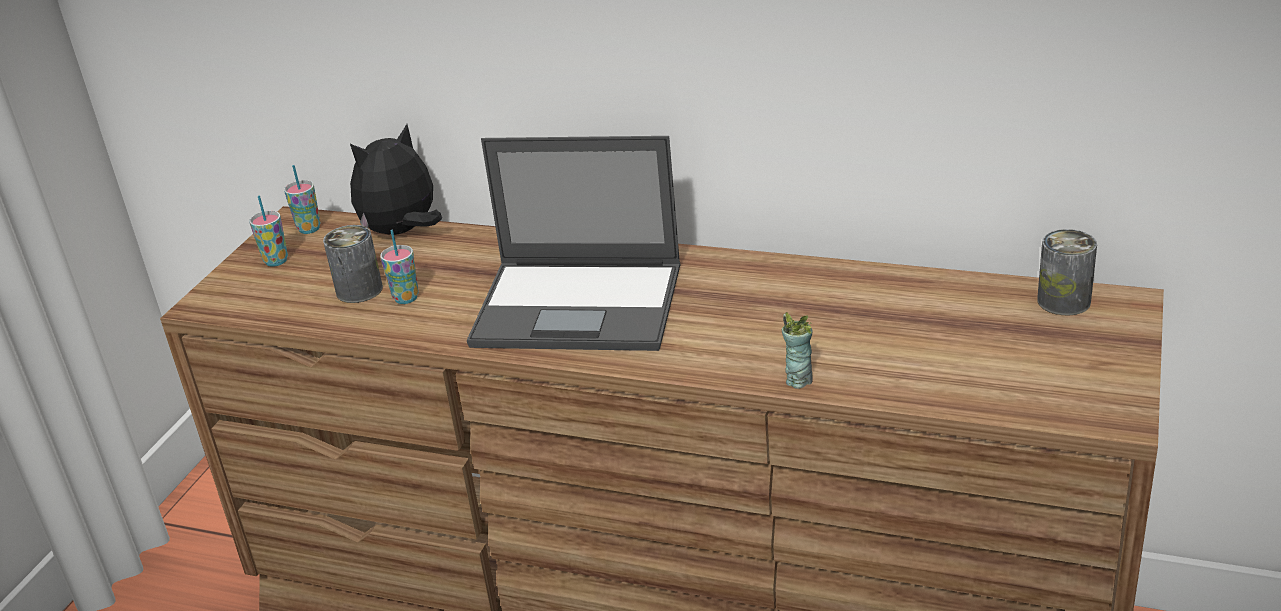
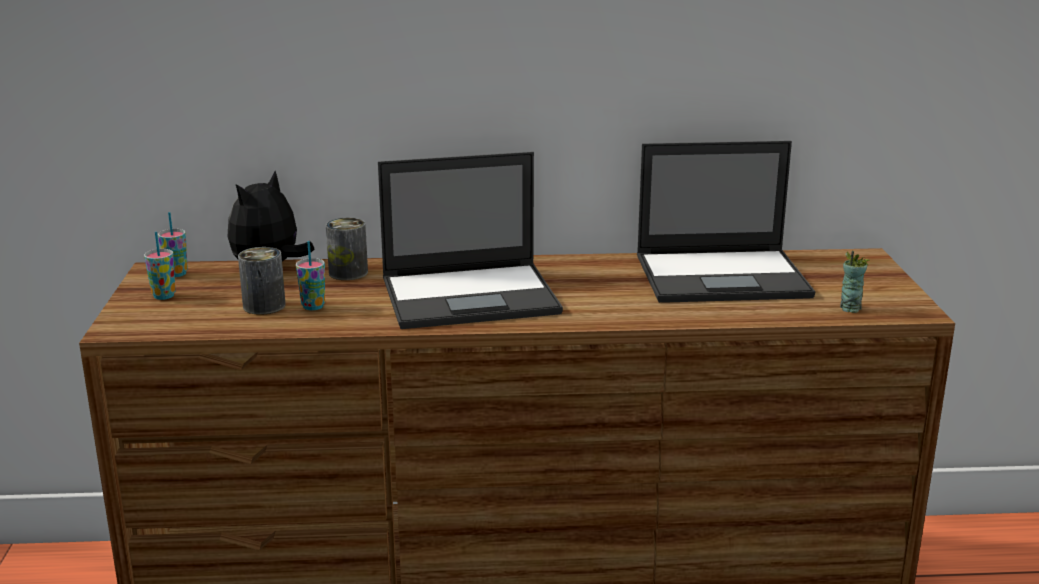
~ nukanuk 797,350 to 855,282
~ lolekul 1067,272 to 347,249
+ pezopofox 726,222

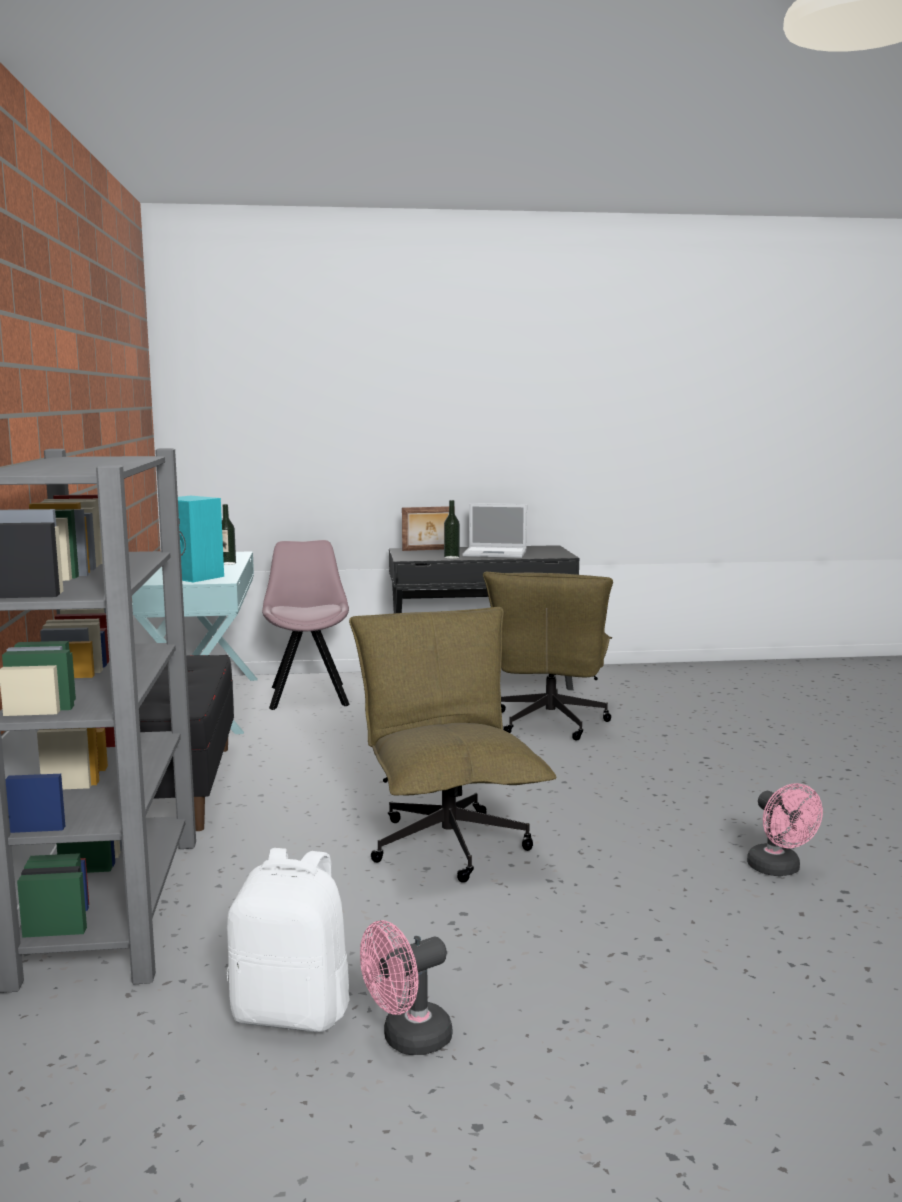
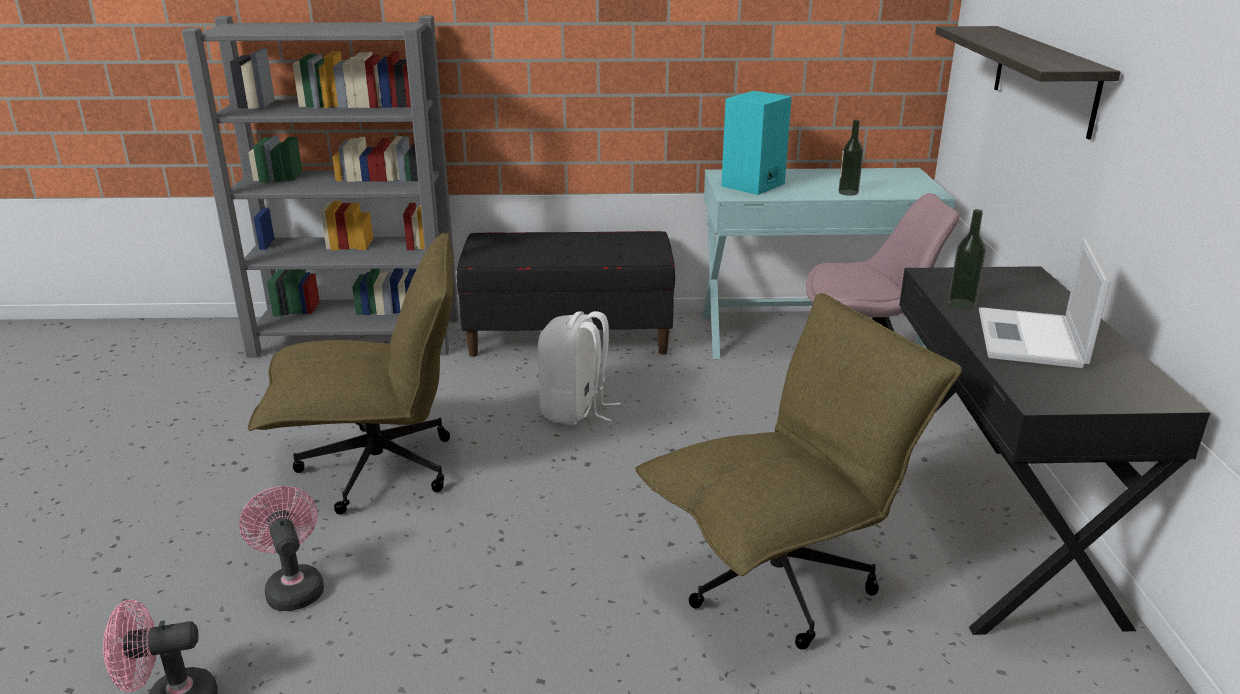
~ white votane 288,940 to 579,368
~ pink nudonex 406,987 to 281,548
- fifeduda 428,528
~ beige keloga 548,656 = 798,471 135 degrees clockwise
+ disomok 1027,82

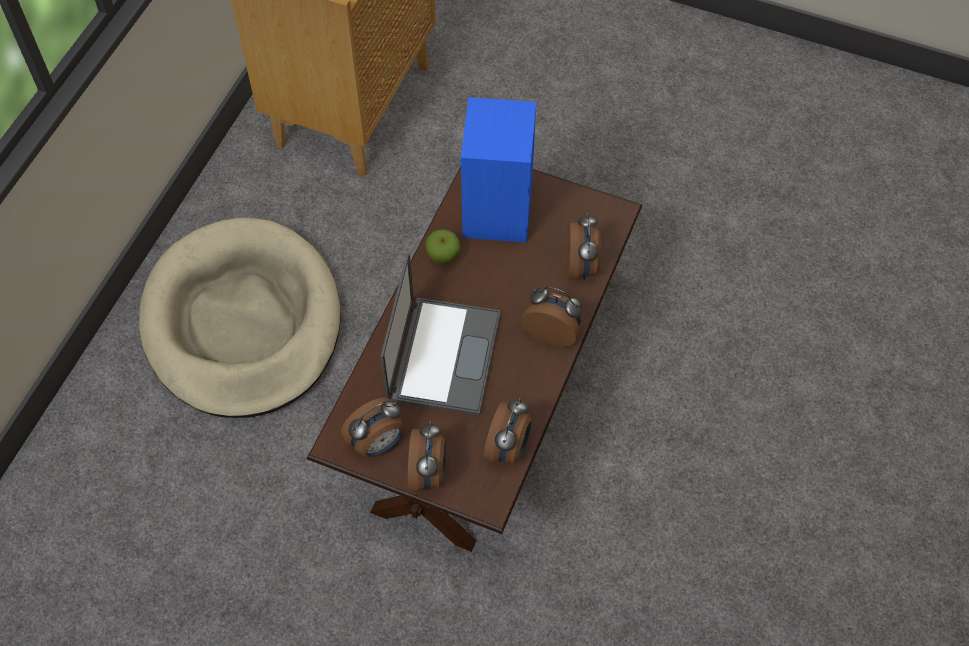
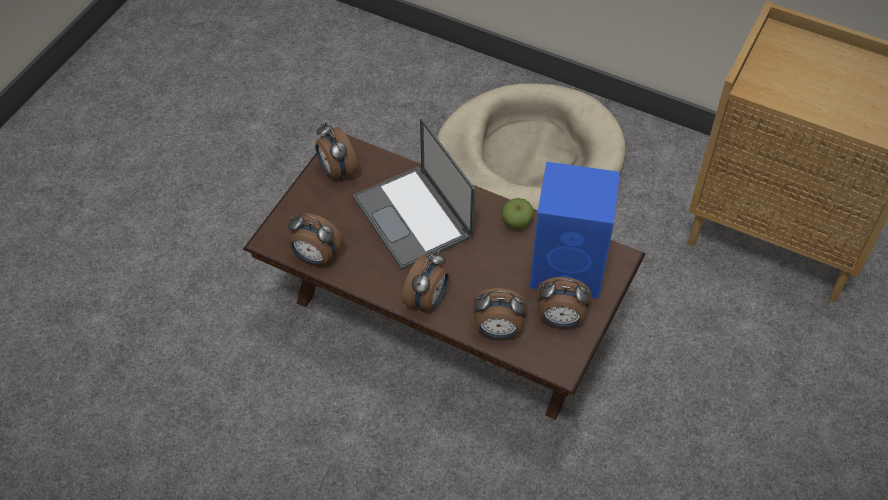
~ pezopofox 440,334 = 414,194 45 degrees clockwise
~ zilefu 427,456 to 563,302

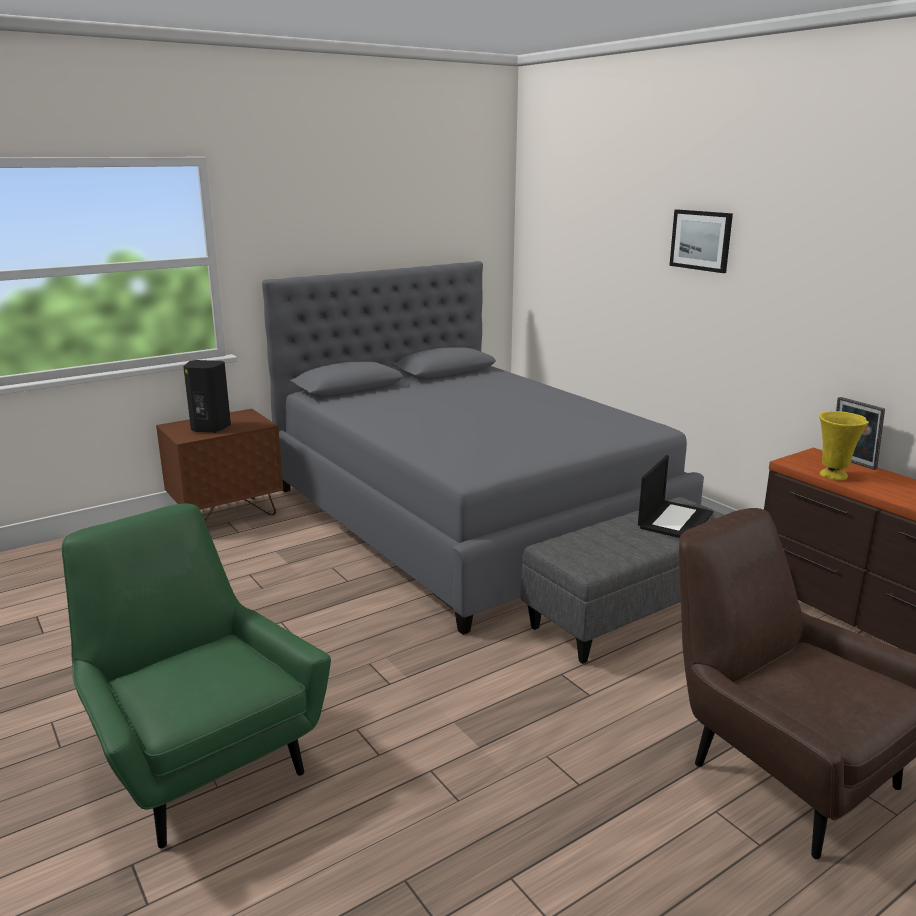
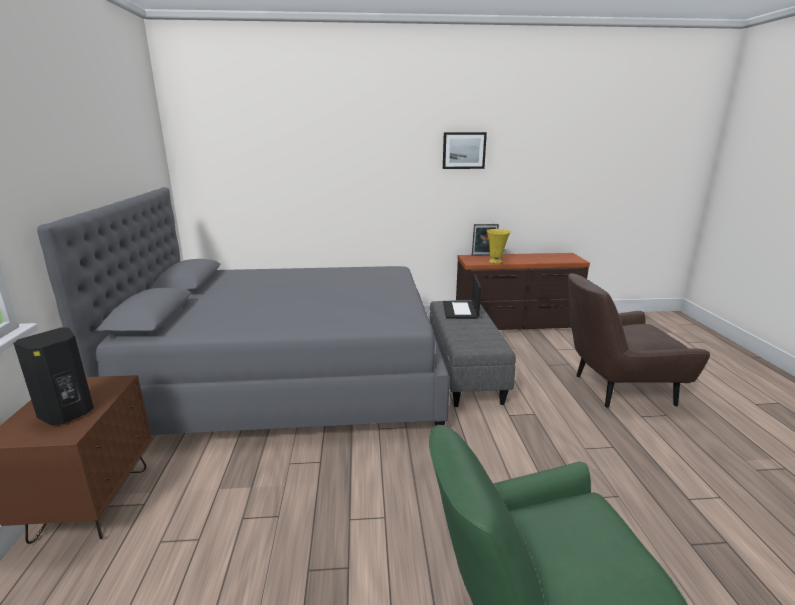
~ pezopofox 675,496 = 462,296 150 degrees counterclockwise
~ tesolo 701,241 to 465,150

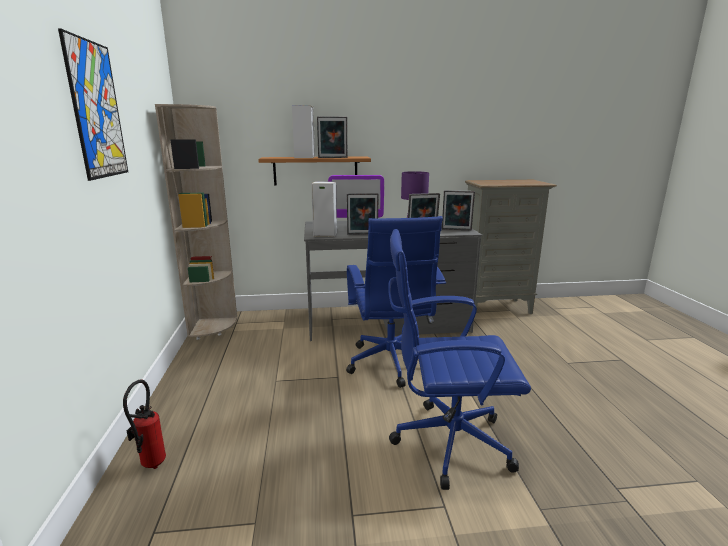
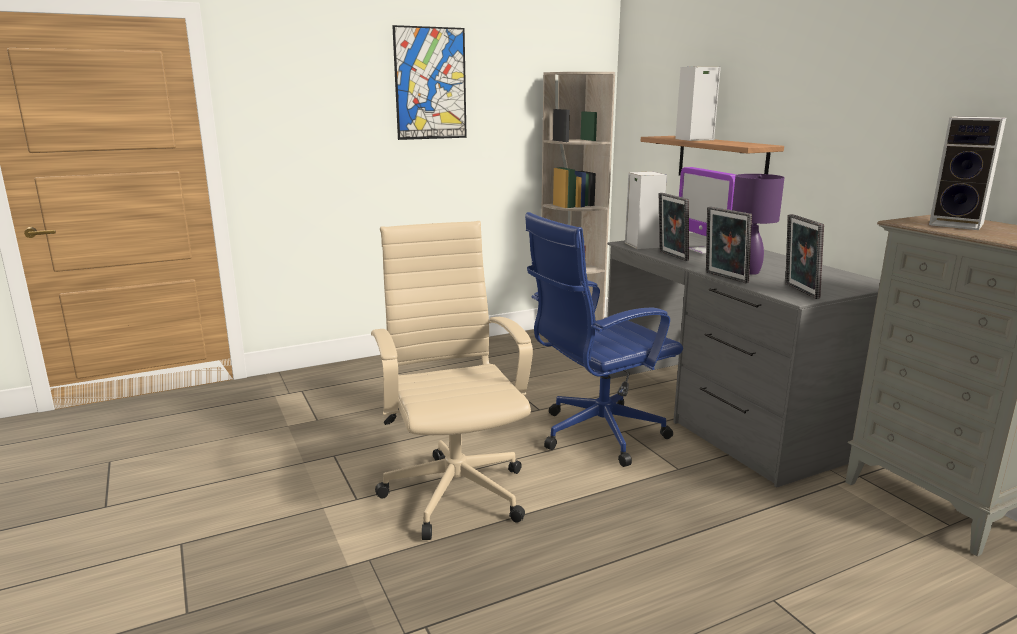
- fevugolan 144,424
- fifeduda 332,137
~ blue keloga 459,359 to beige keloga 452,380
+ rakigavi 968,173

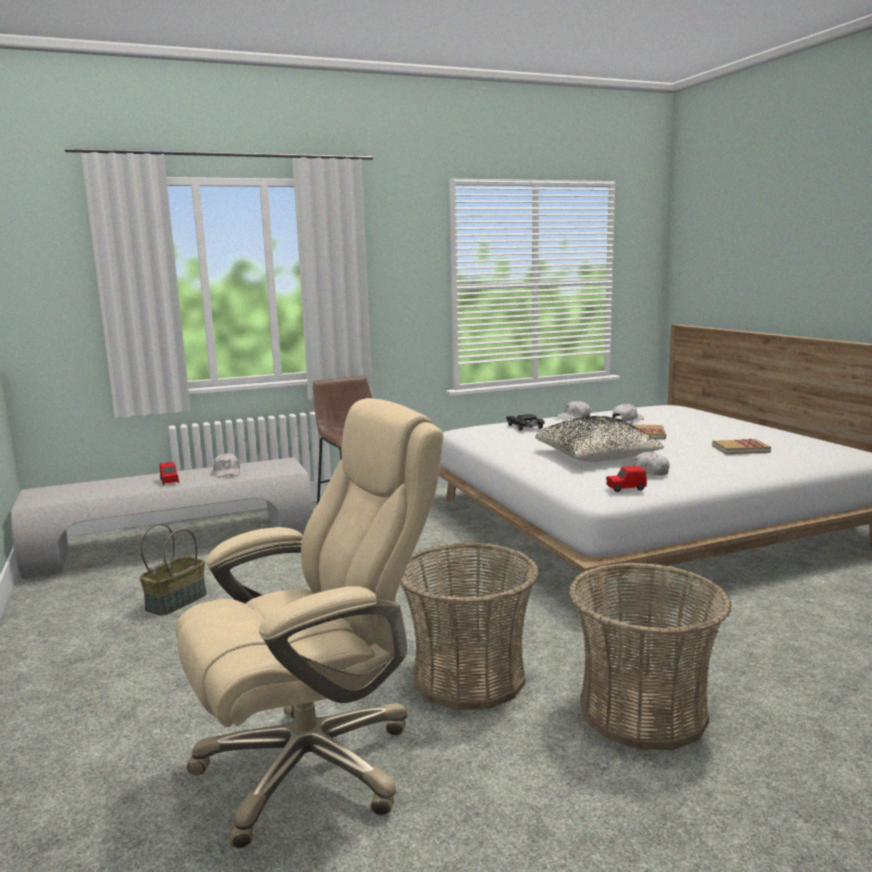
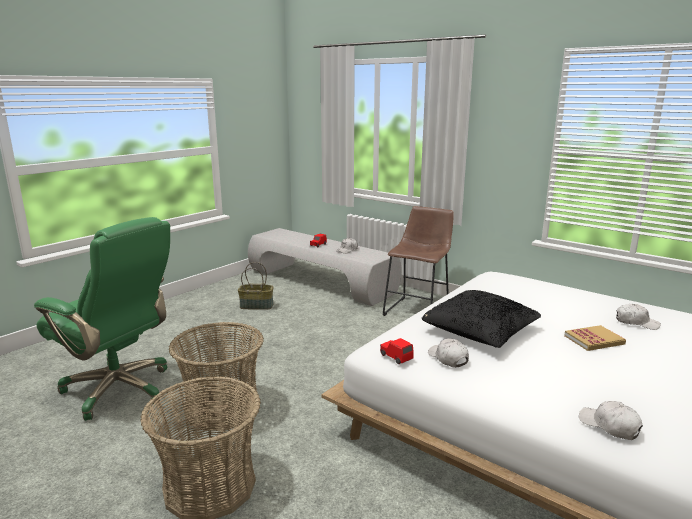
~ beige keloga 309,623 to green keloga 102,319
- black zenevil 525,422
~ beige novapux 599,439 to black novapux 482,319
~ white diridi 573,410 to 611,420
- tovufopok 741,446

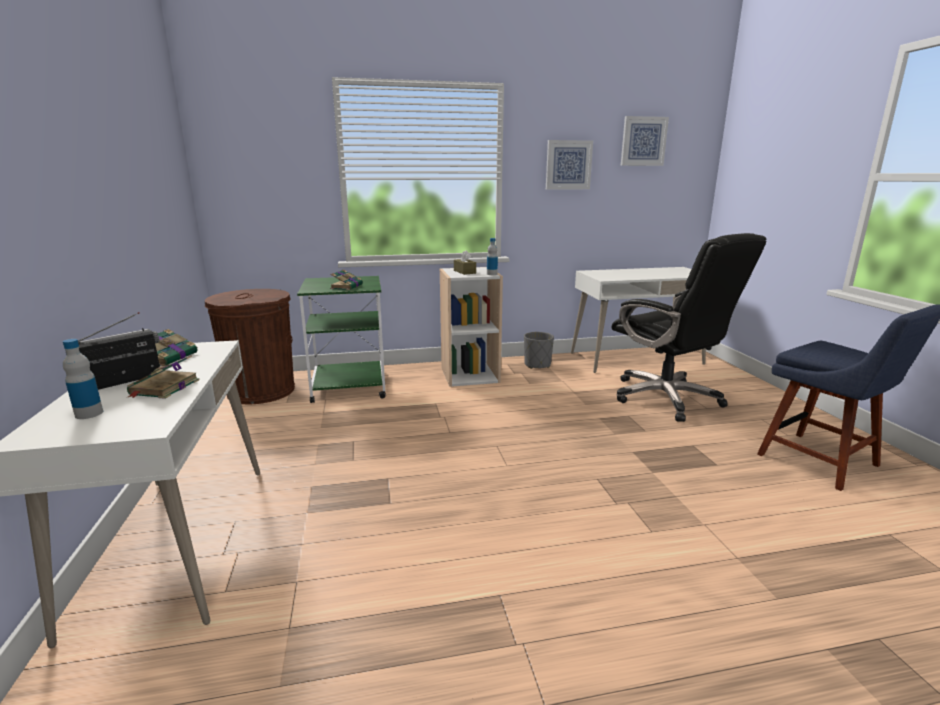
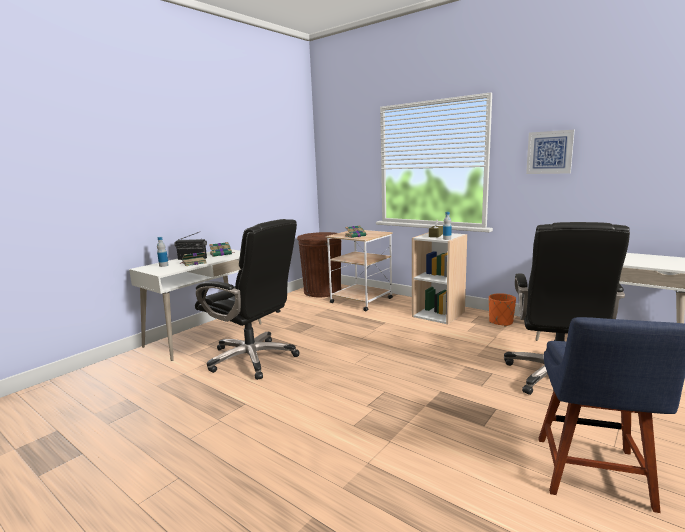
~ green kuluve 341,339 to beige kuluve 359,270
~ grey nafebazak 539,350 to orange nafebazak 502,309
- tesolo 645,141
+ black keloga 247,299

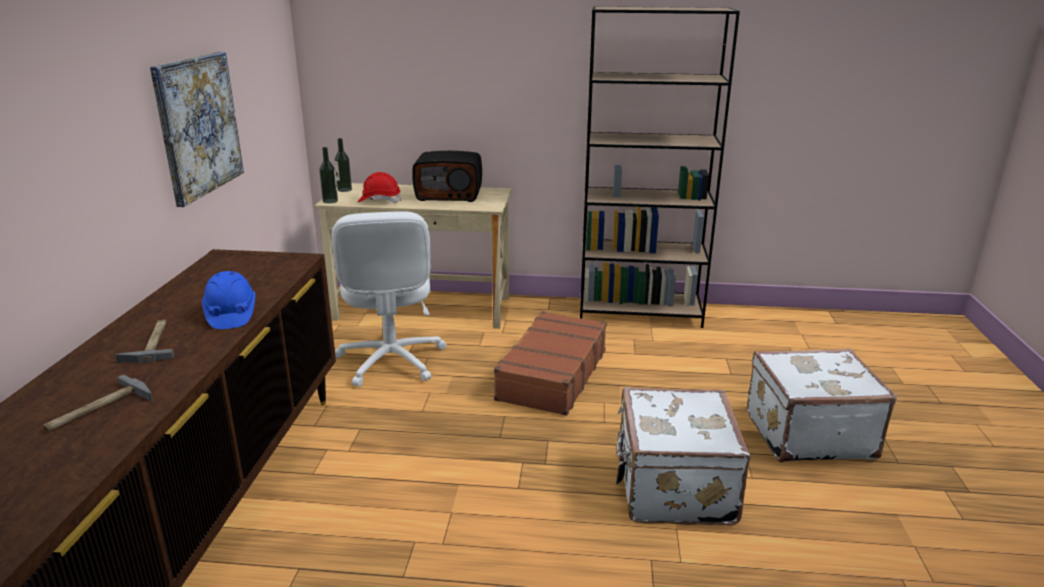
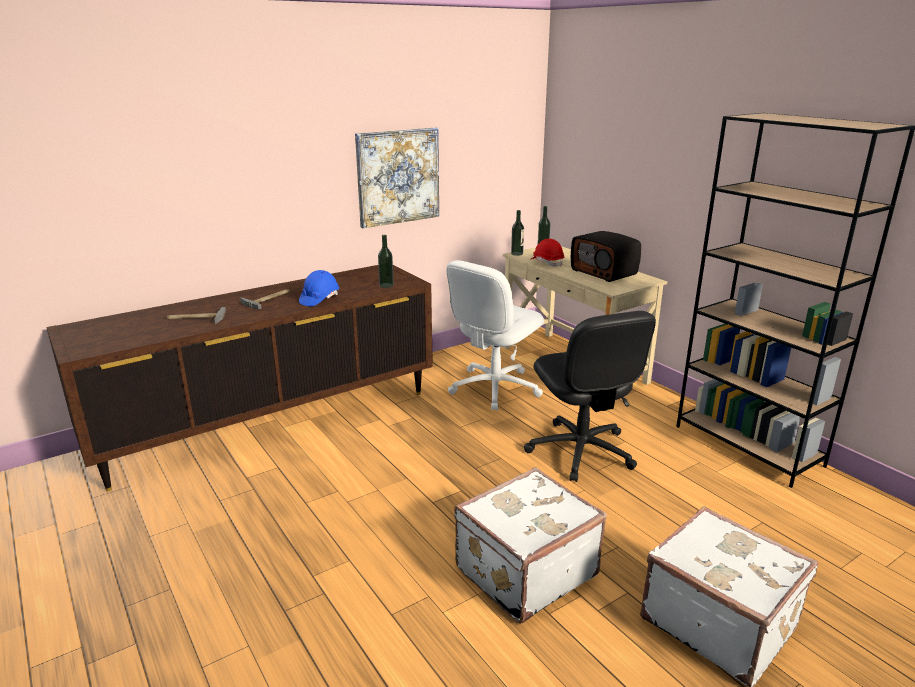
~ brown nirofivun 550,363 to black keloga 590,396
+ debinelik 386,261

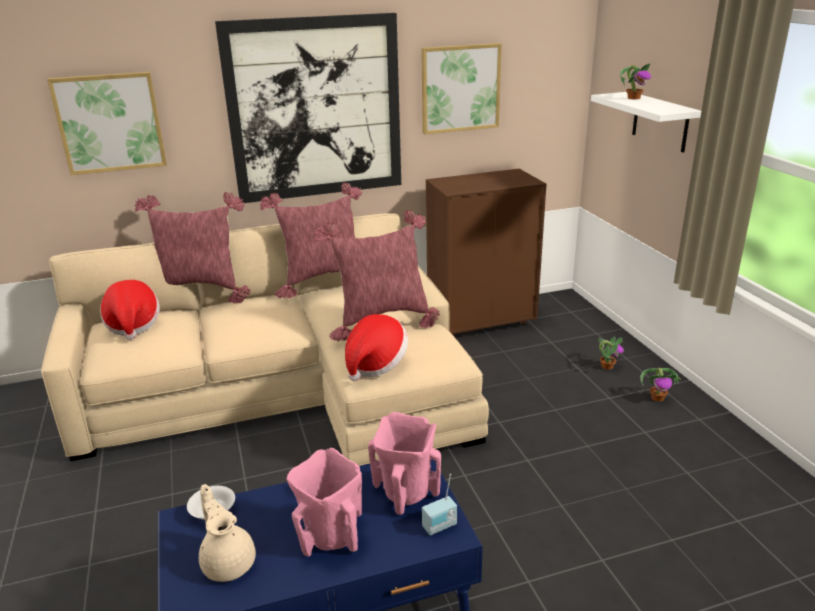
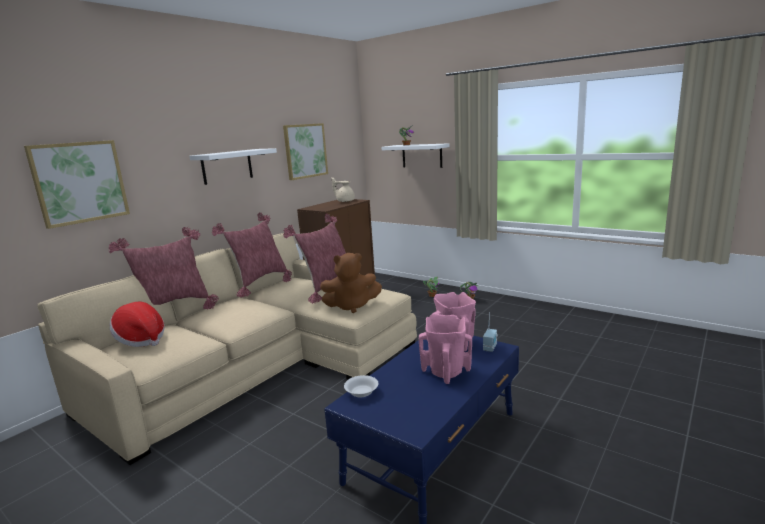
~ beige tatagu 227,533 to 343,190
~ tesolo 308,108 to white disomok 233,166
~ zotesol 376,347 to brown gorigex 351,283

